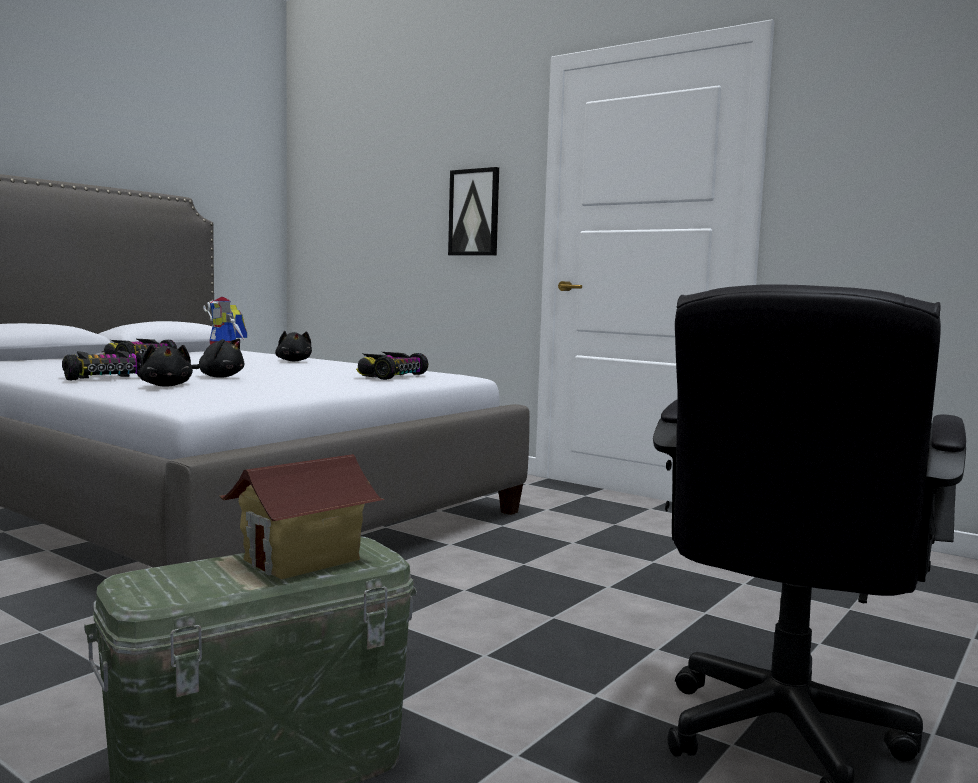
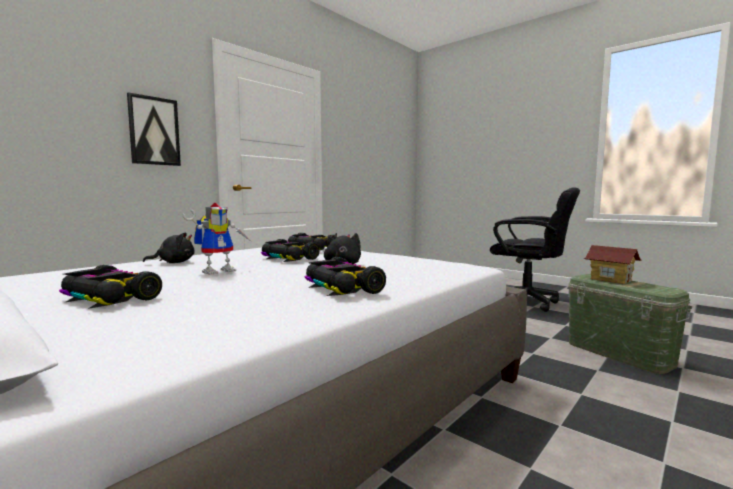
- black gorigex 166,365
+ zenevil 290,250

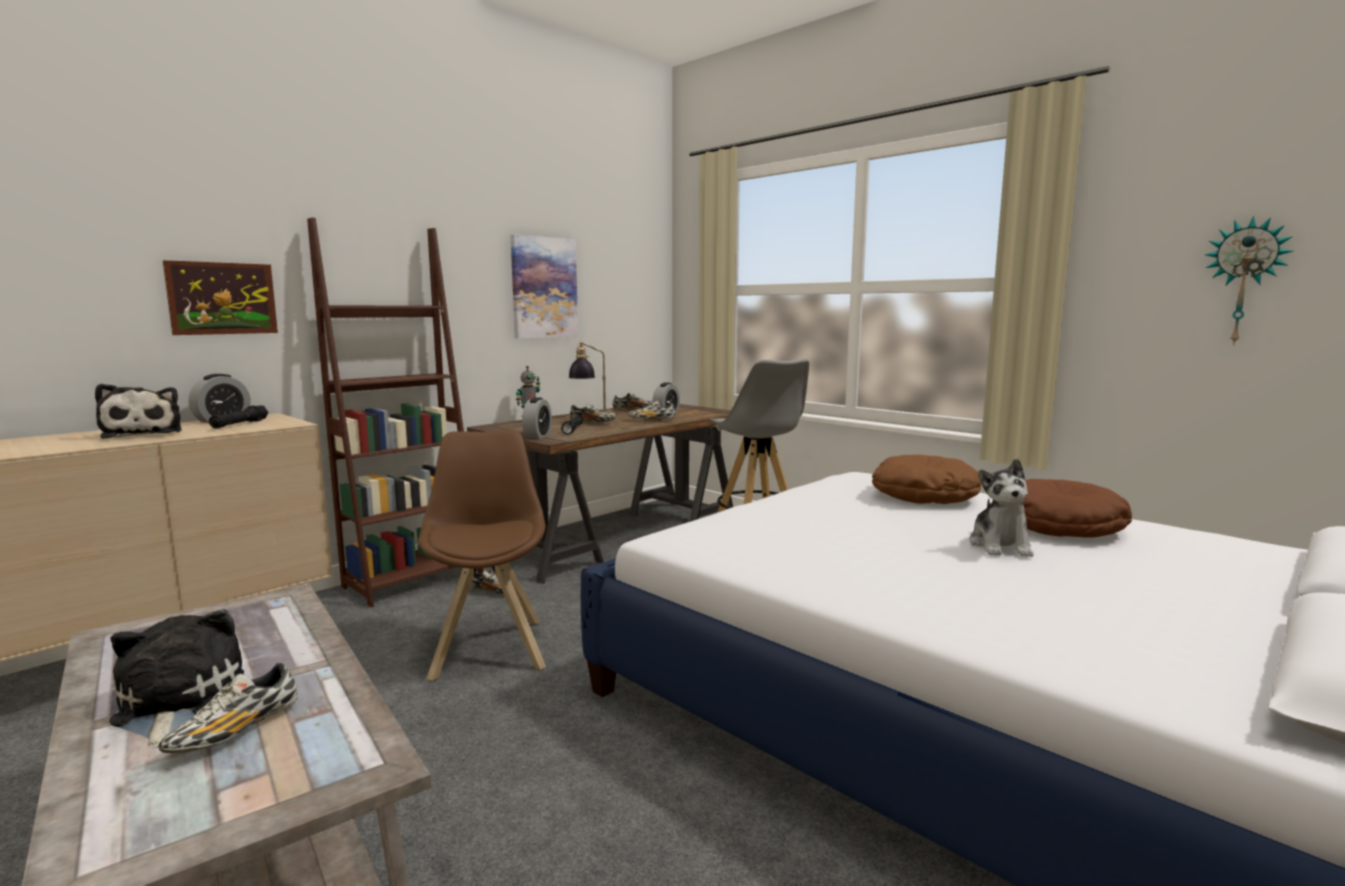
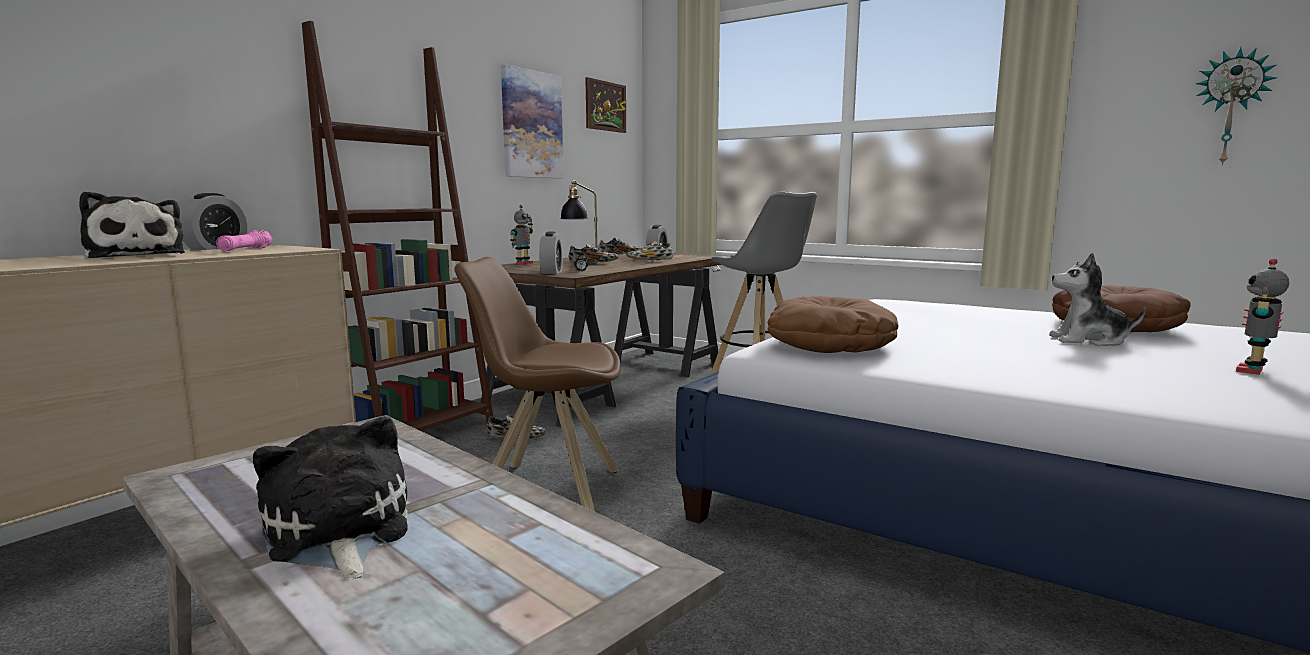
- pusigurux 228,708
~ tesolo 220,297 to 605,105
~ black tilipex 238,417 to pink tilipex 244,240
~ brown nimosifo 482,555 = 537,384 60 degrees counterclockwise
~ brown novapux 926,479 to 833,324
~ gorigex 1001,507 = 1097,299 105 degrees clockwise
+ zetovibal 1262,316

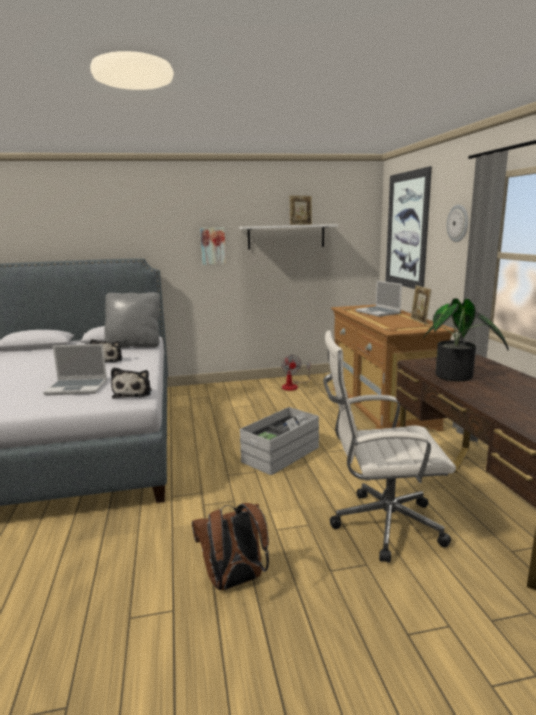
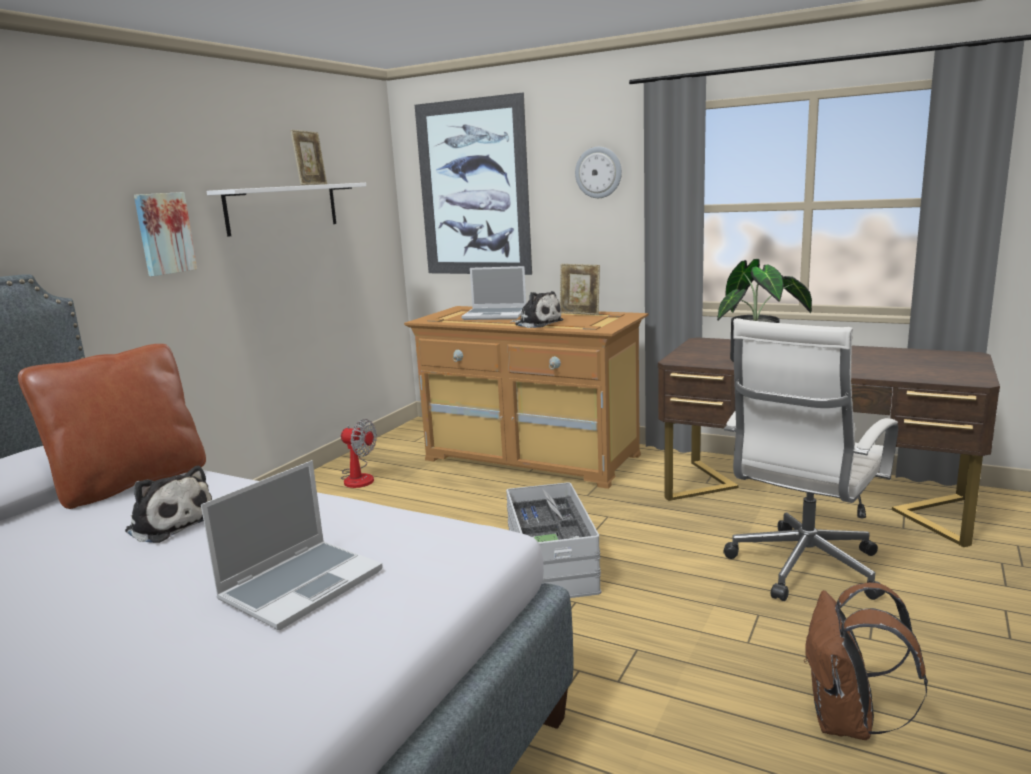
~ grey novapux 132,320 to brown novapux 112,426
~ gorigex 131,383 to 537,309

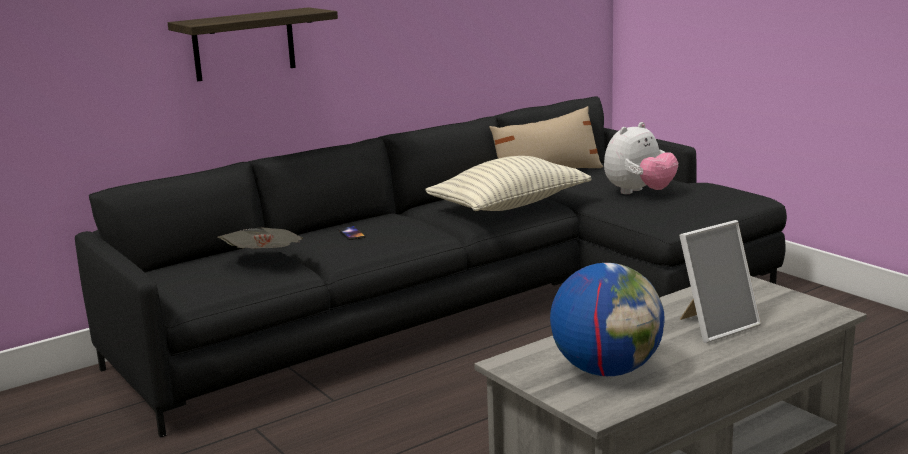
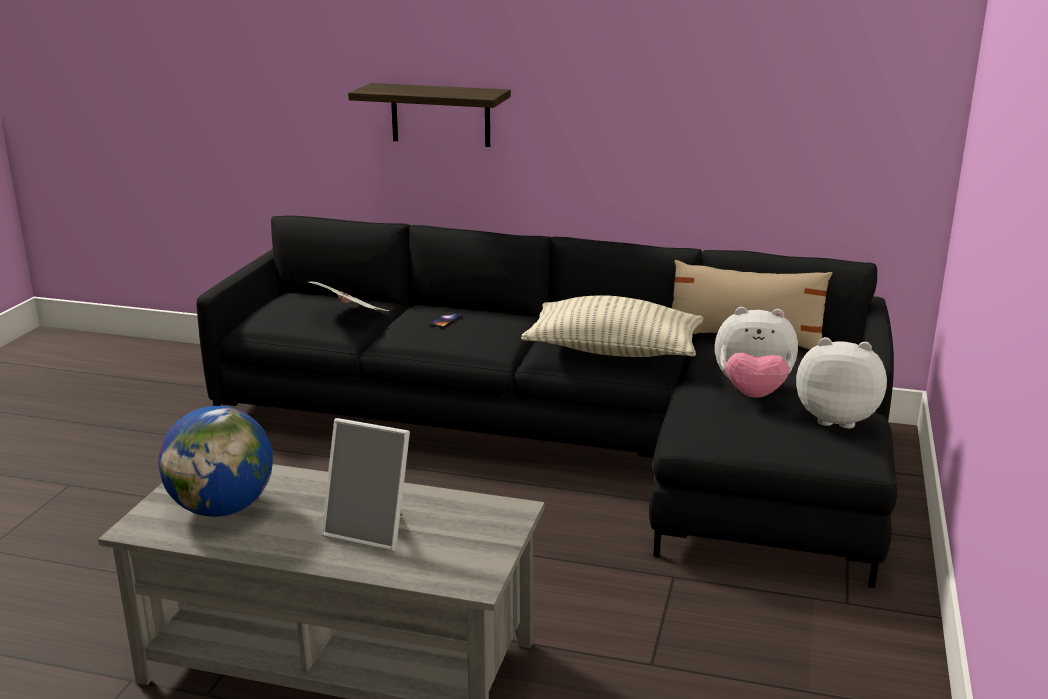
+ gorigex 841,383

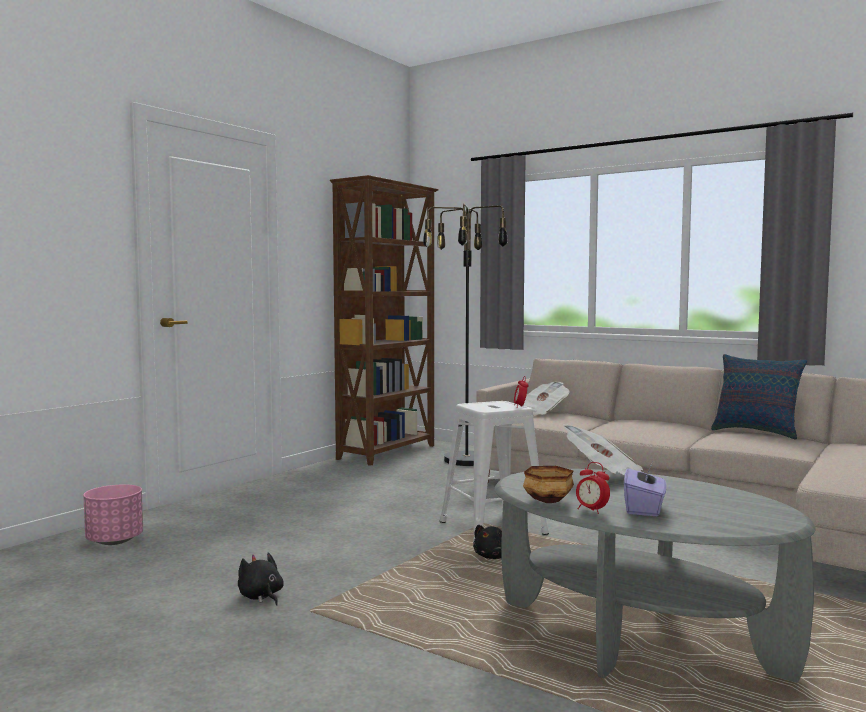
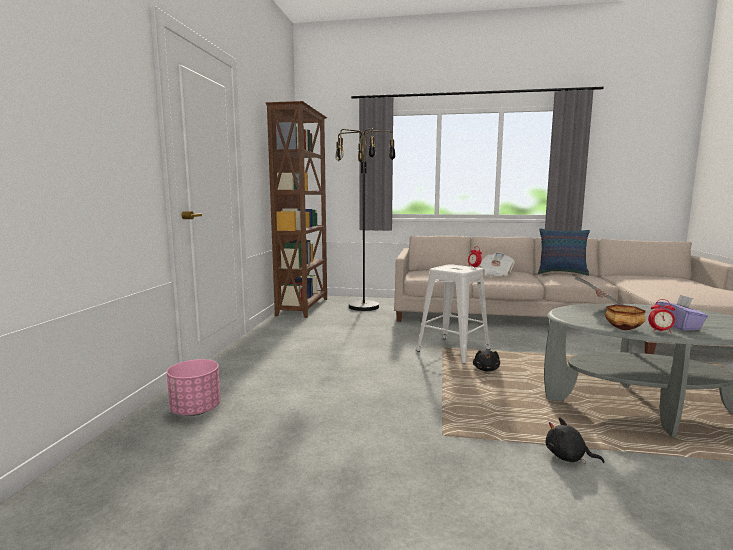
~ black gorigex 261,578 to 575,440
~ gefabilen 546,398 to 497,264

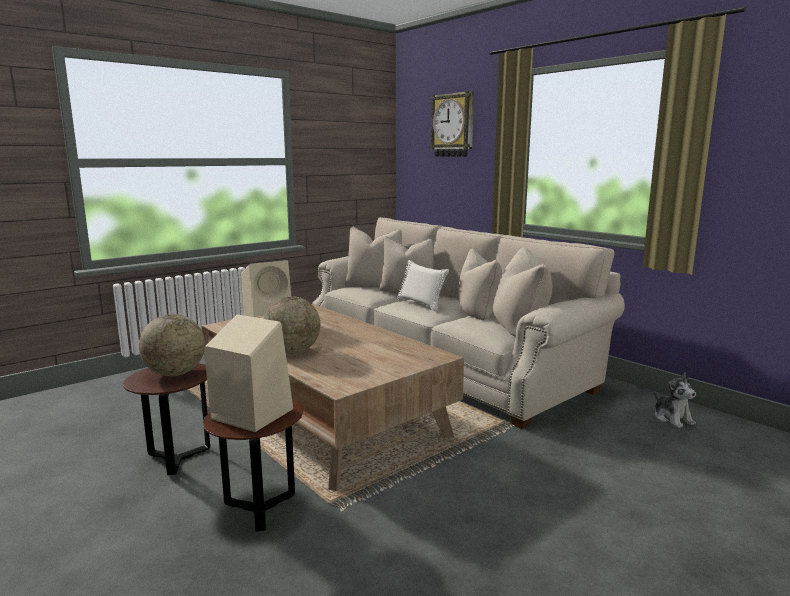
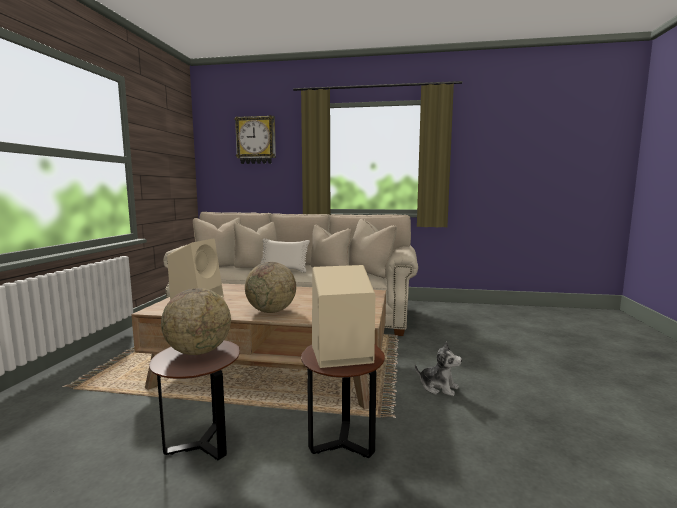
~ gorigex 675,400 to 438,368

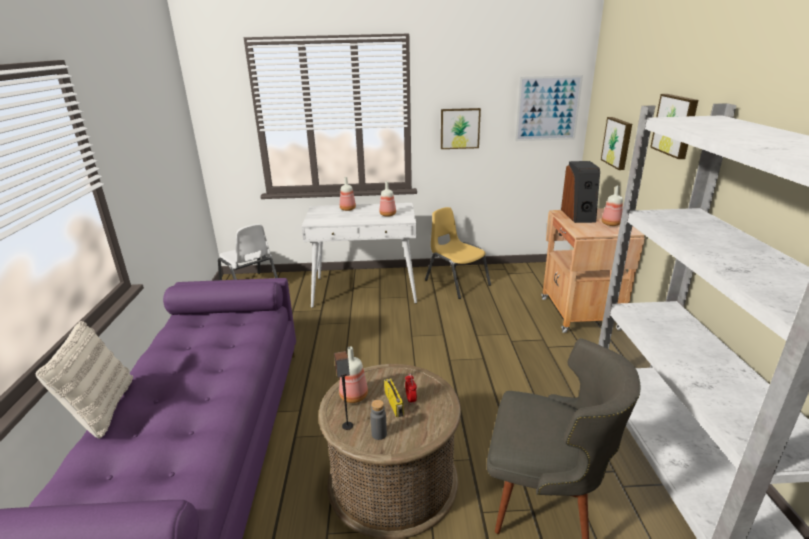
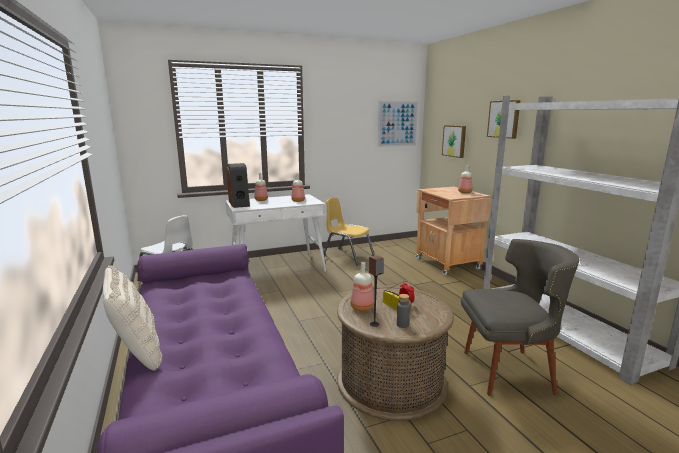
- tesolo 461,128
~ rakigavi 580,192 to 238,185

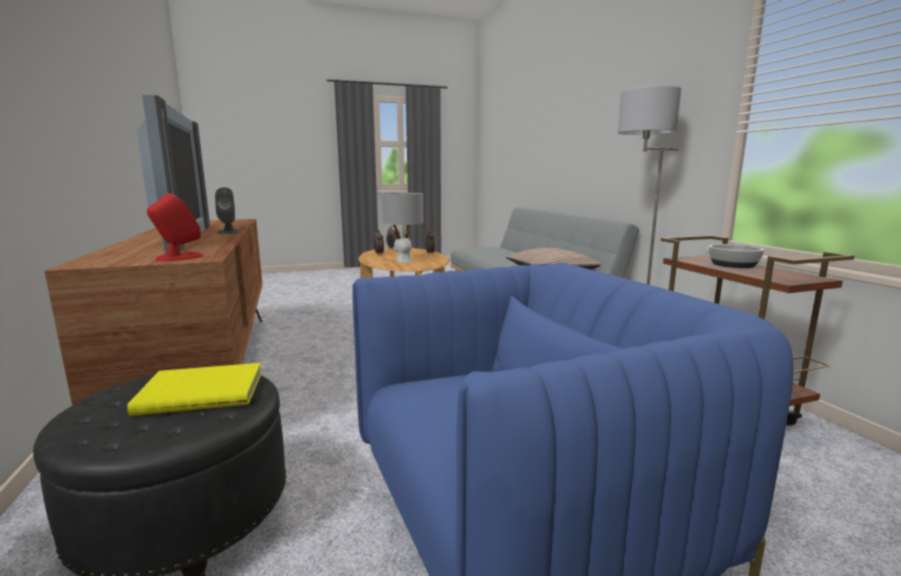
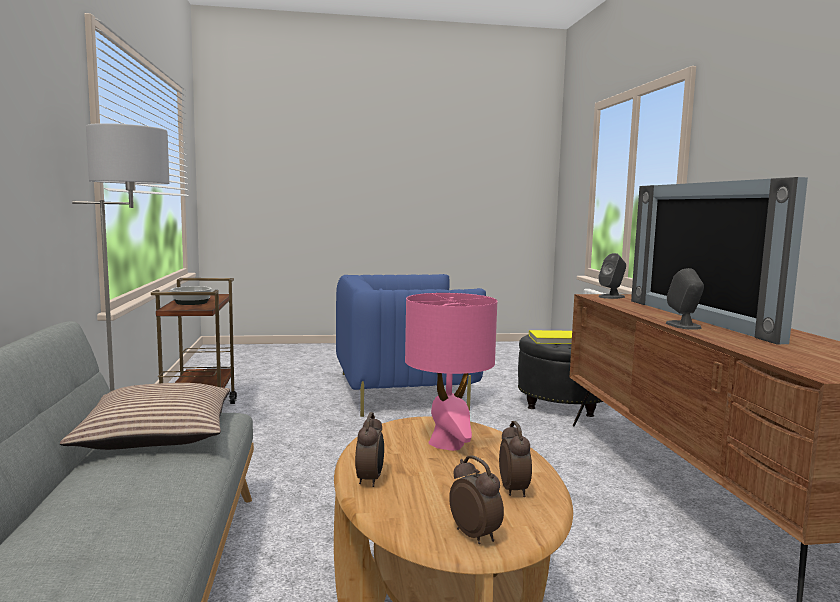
~ red rakigavi 175,227 to grey rakigavi 612,276
~ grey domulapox 403,227 to pink domulapox 451,372

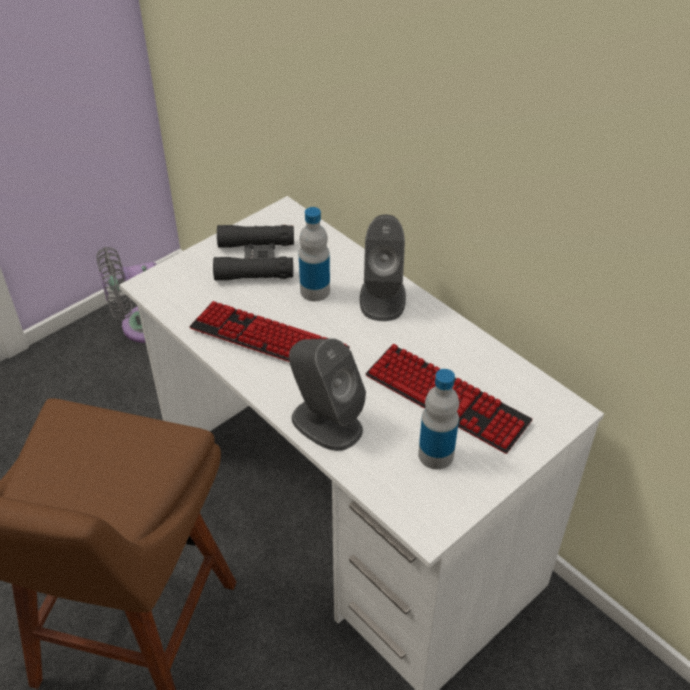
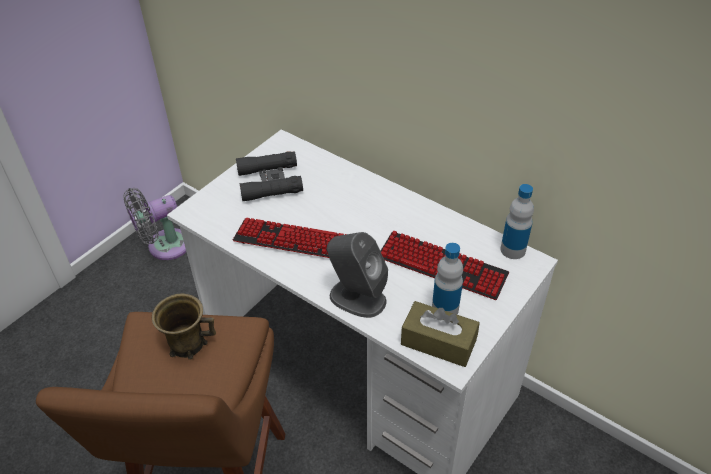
~ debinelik 314,254 to 517,221
- grey rakigavi 383,267
+ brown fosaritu 184,327
+ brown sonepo 440,334

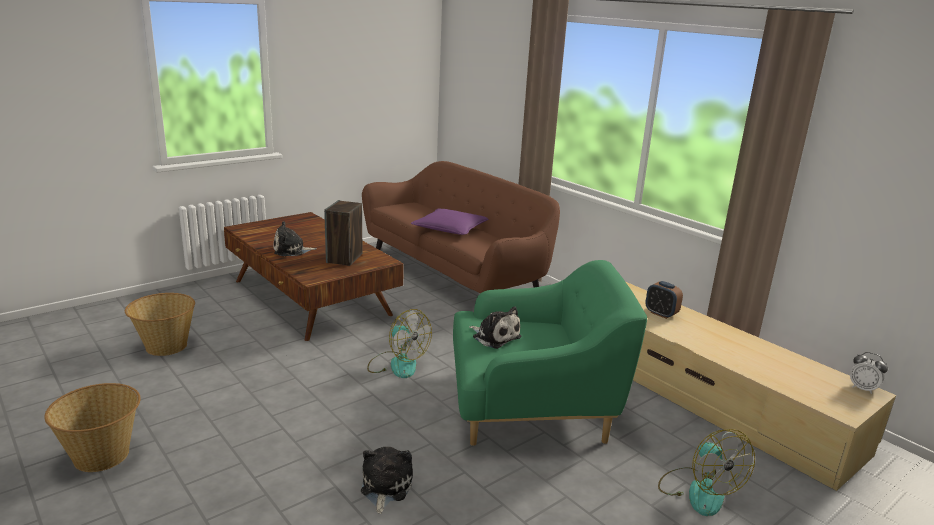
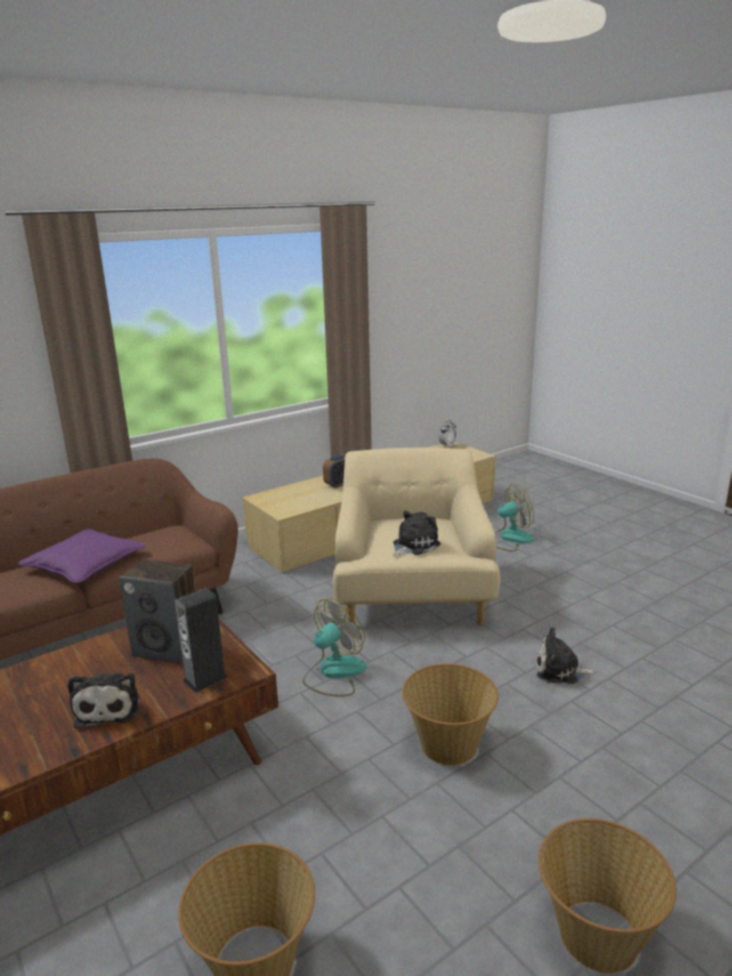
~ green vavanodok 550,353 to beige vavanodok 417,537
+ rakigavi 201,640
+ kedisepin 450,715

